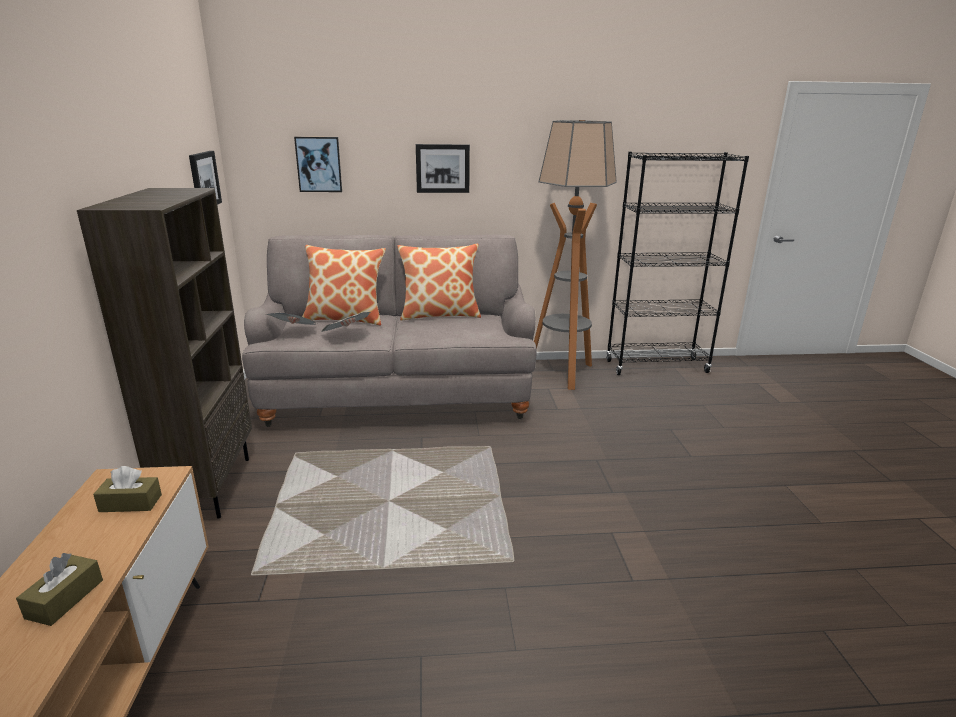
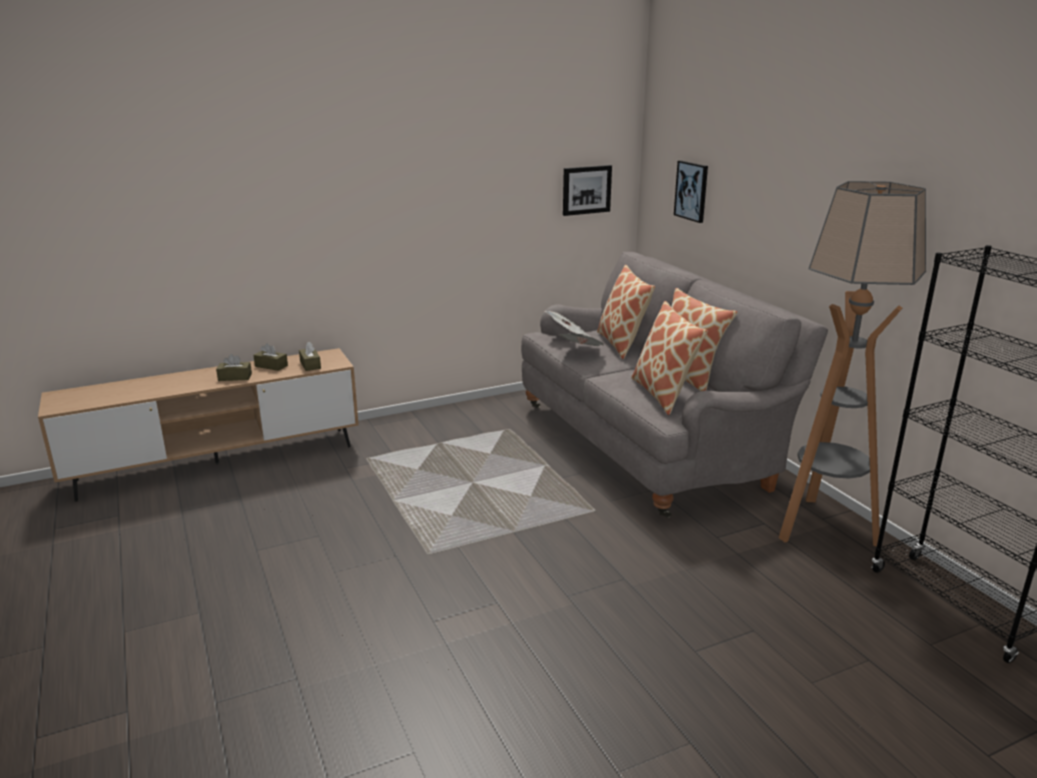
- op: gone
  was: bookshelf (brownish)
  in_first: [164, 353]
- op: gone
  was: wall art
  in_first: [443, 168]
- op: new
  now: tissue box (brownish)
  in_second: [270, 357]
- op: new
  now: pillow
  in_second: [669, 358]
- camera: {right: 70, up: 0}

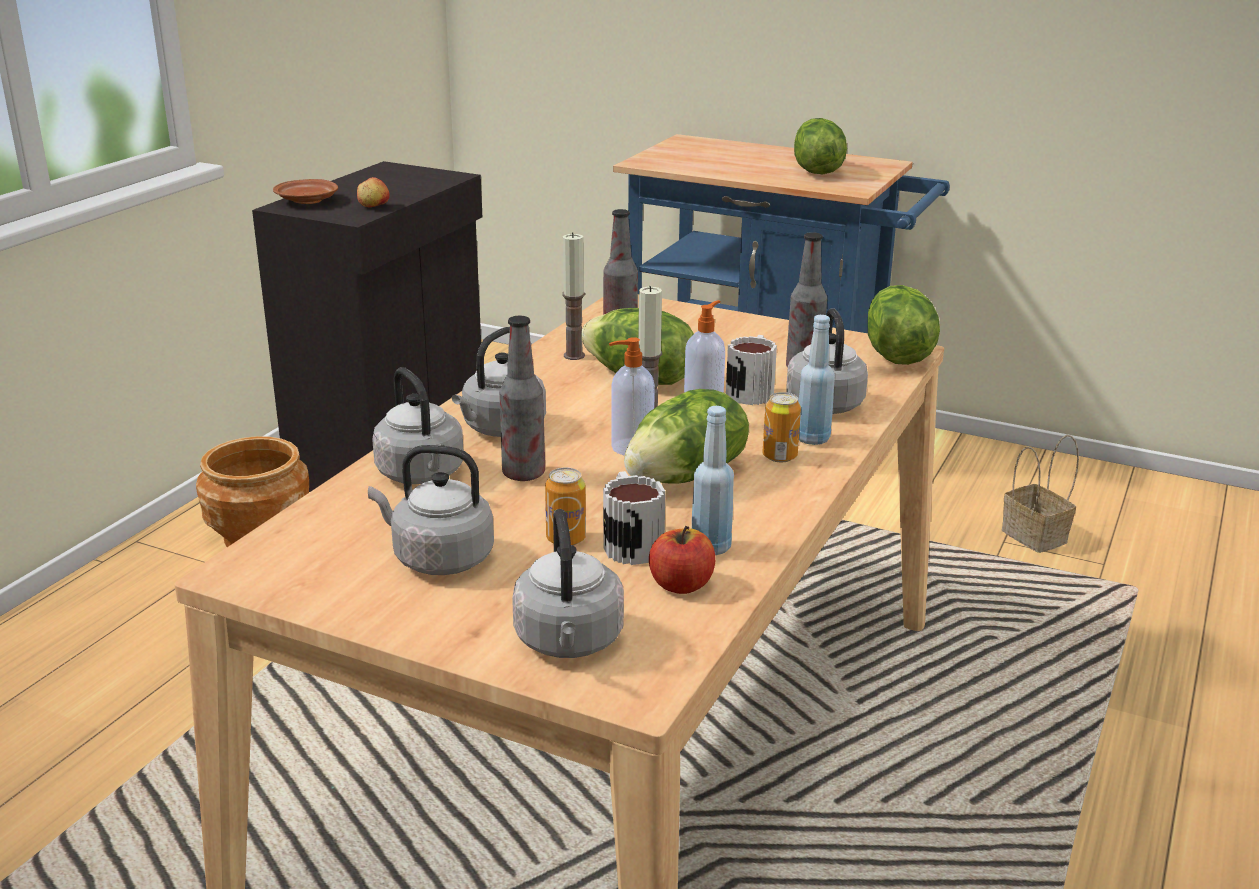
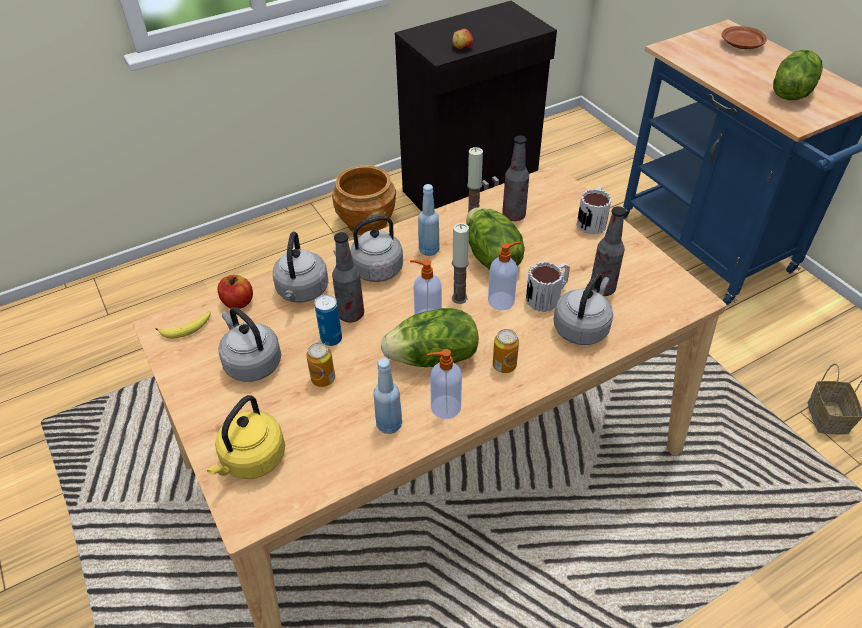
- op: gone
  was: lettuce head
  in_first: [904, 325]
- op: new
  now: whole banana
  in_second: [183, 325]
- op: new
  now: sealed can
  in_second: [328, 320]
- op: new
  now: soap dispenser
  in_second: [444, 384]
- op: shifted
  was: dinner plate (brownish)
  in_first: [305, 191]
  in_second: [744, 37]
- op: shifted
  was: mug
  in_first: [634, 518]
  in_second: [594, 210]
- op: shifted
  was: apple
  in_first: [682, 560]
  in_second: [235, 292]
- op: shifted
  was: beverage bottle (blue-coloured)
  in_first: [816, 380]
  in_second: [428, 220]
- op: repainted
  was: tea kettle (gray)
  now: tea kettle (yellow)
  in_first: [568, 583]
  in_second: [246, 437]
- camera: {right: 35, up: 20}

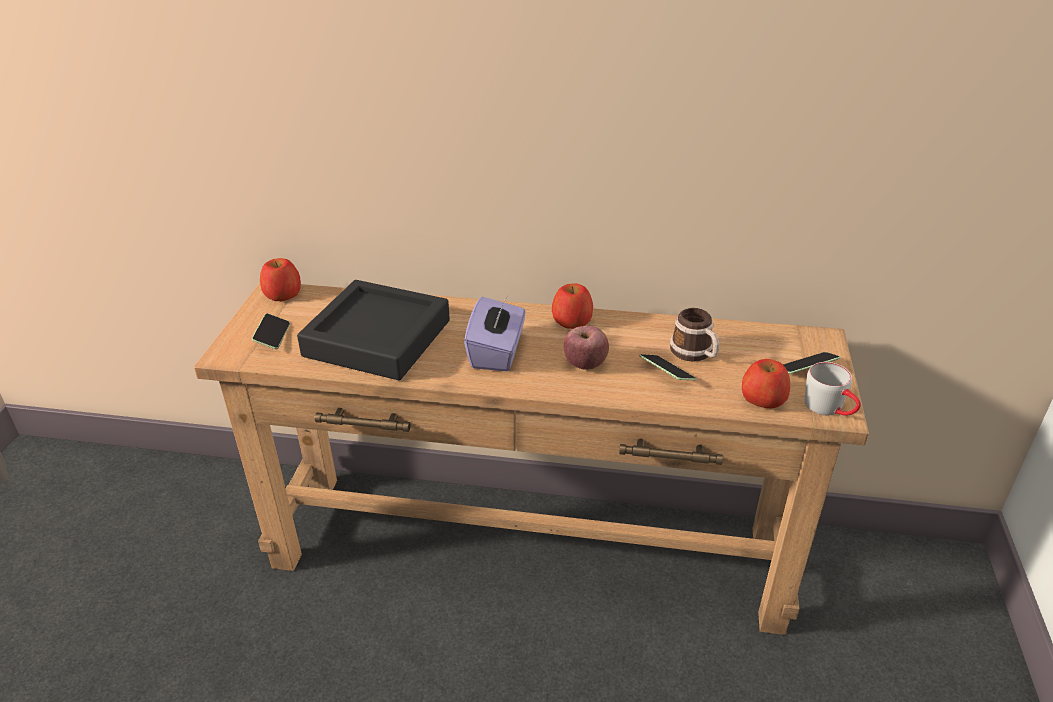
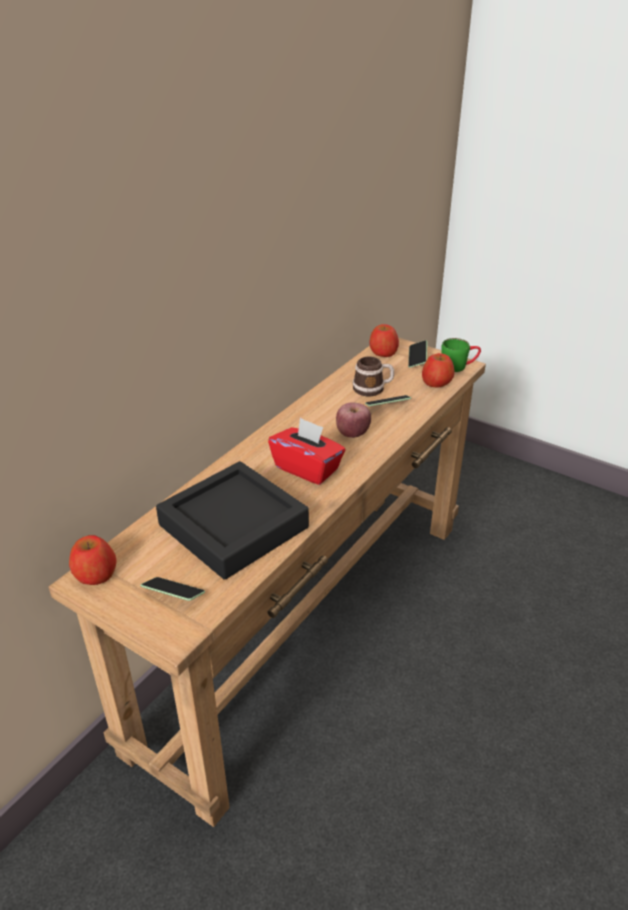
- op: shifted
  was: apple
  in_first: [572, 306]
  in_second: [384, 340]
- op: repainted
  was: tissue box (purplish)
  now: tissue box (red)
  in_first: [494, 334]
  in_second: [306, 451]
- op: repainted
  was: mug (gray)
  now: mug (green)
  in_first: [833, 389]
  in_second: [461, 355]
- camera: {right: -65, up: 0}

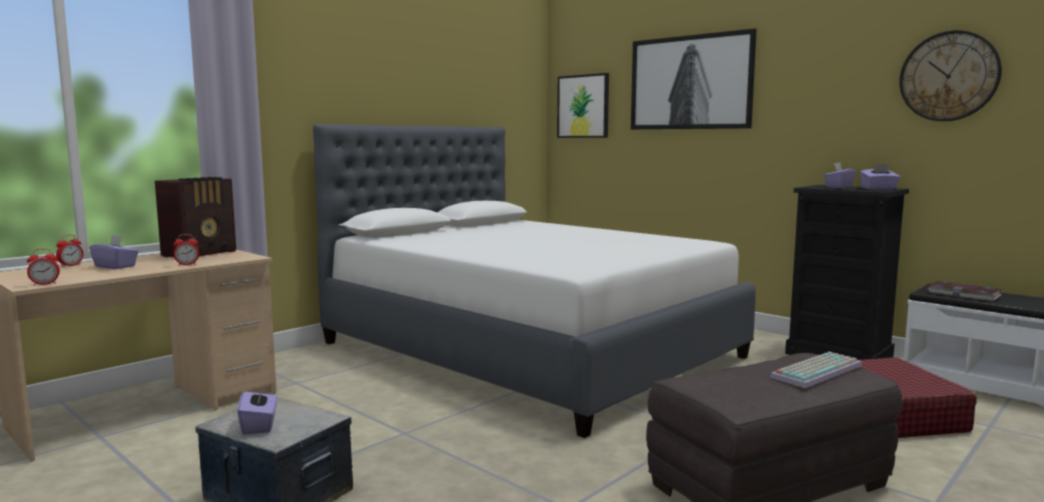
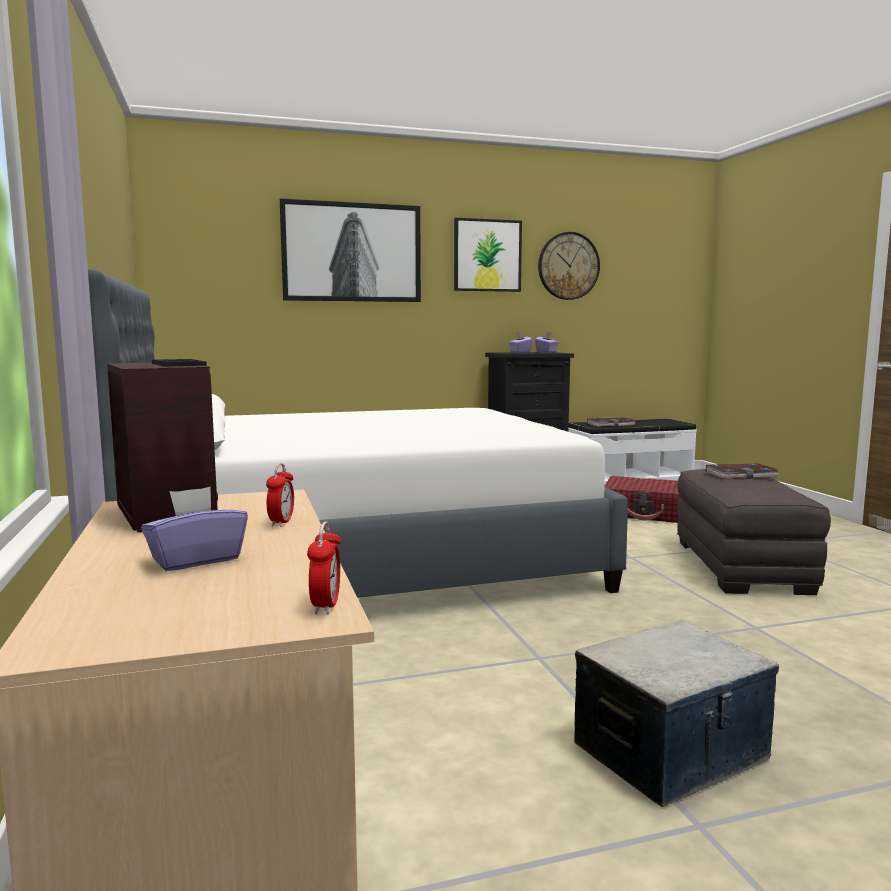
- op: gone
  was: table clock
  in_first: [69, 251]
- op: gone
  was: tissue box (purplish)
  in_first: [257, 409]
- op: shifted
  was: wall art
  in_first: [583, 105]
  in_second: [488, 255]
- op: swapped
  was: computer keyboard
  now: book
  in_first: [816, 370]
  in_second: [741, 471]
- camera: {right: -60, up: 0}

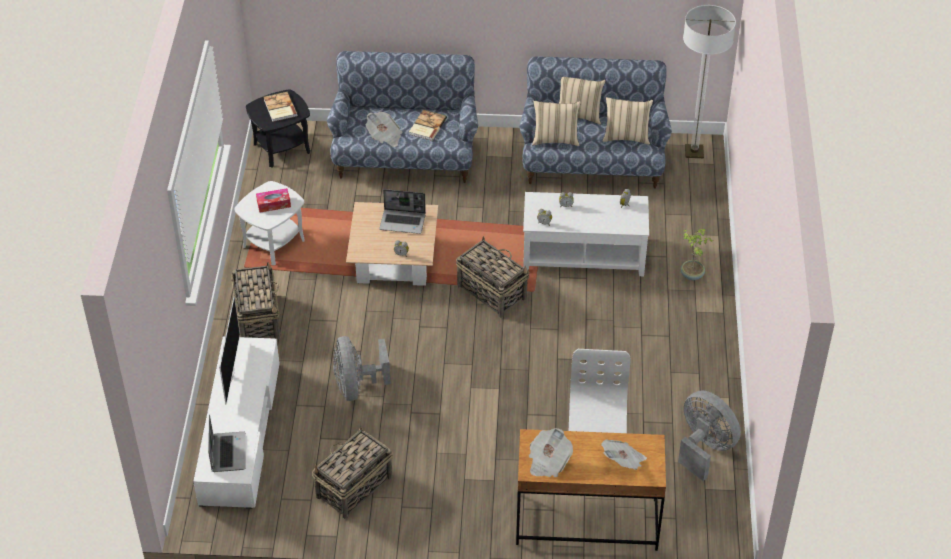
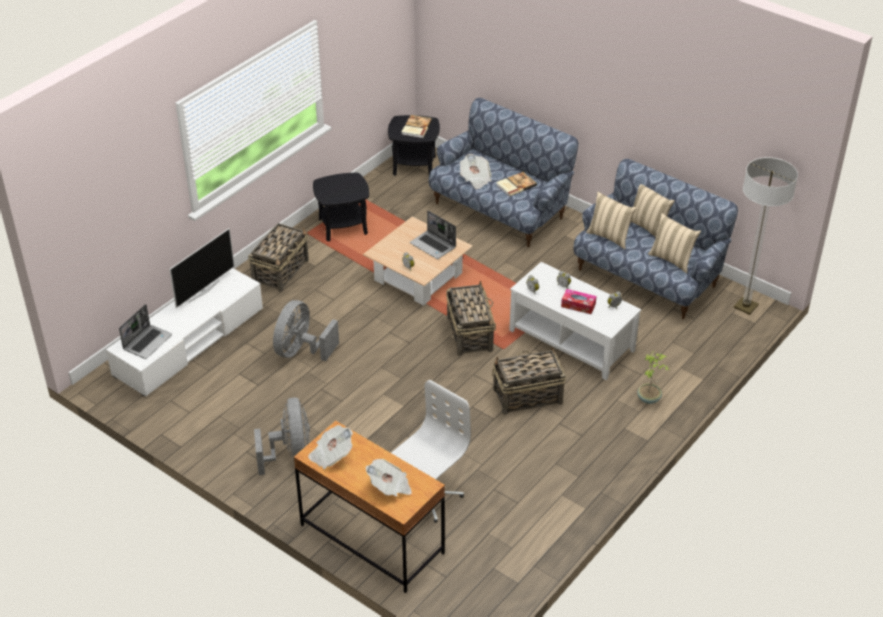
- op: shifted
  was: tissue box
  in_first: [273, 200]
  in_second: [579, 301]
- op: shifted
  was: basket
  in_first: [352, 473]
  in_second: [529, 381]
- op: shifted
  was: cooling fan (gray)
  in_first: [709, 435]
  in_second: [282, 436]
- op: repainted
  was: end table (white)
  now: end table (blackish)
  in_first: [269, 223]
  in_second: [341, 207]
- camera: {right: 35, up: -5}

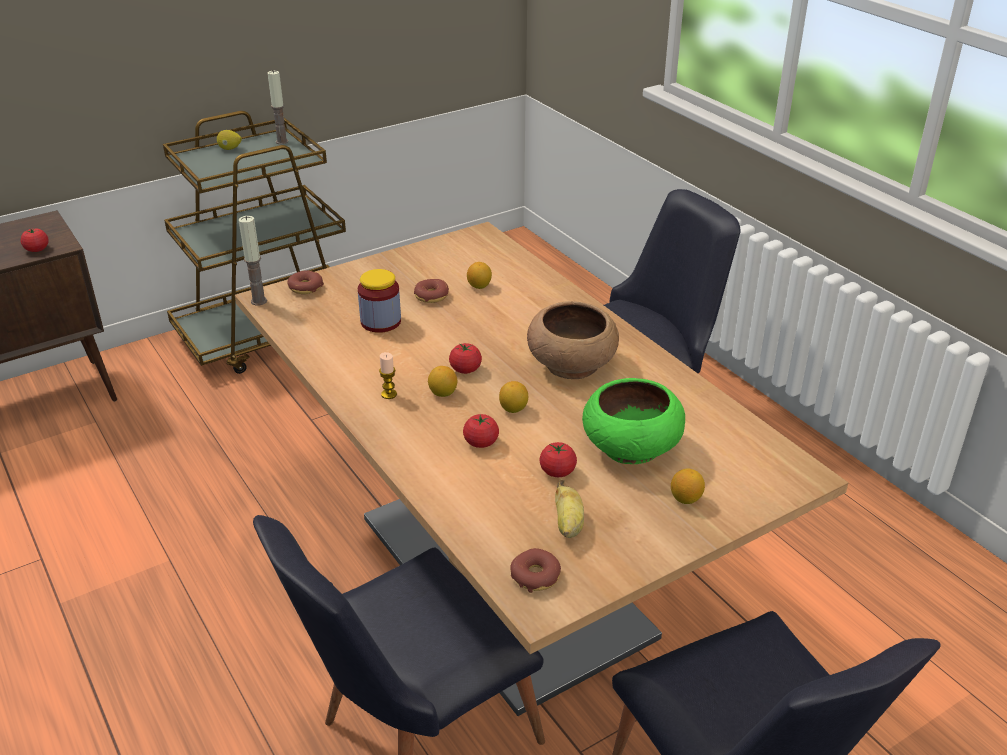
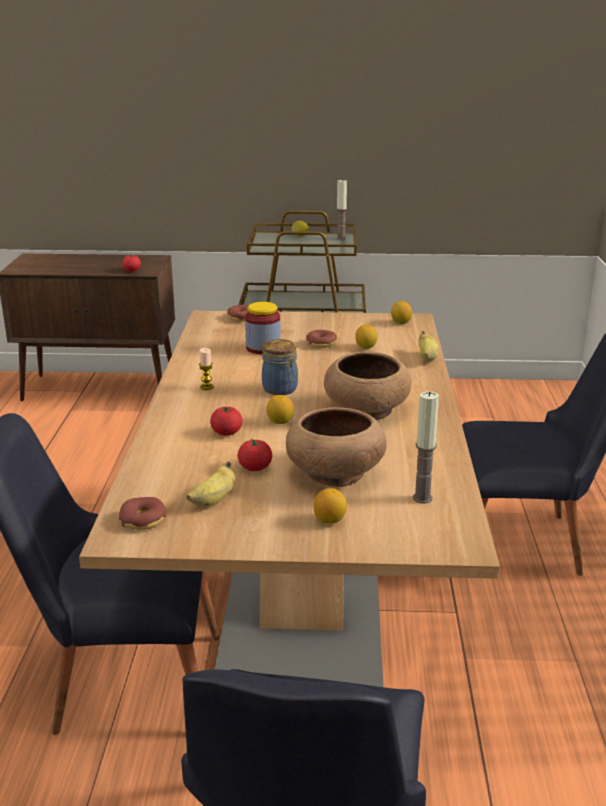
- op: new
  now: whole banana
  in_second: [428, 346]
- op: shifted
  was: wax candle
  in_first: [253, 260]
  in_second: [426, 447]
- op: shifted
  was: citrus fruit
  in_first: [442, 381]
  in_second: [401, 312]
- op: swapped
  was: tomato
  now: storage jar
  in_first: [465, 358]
  in_second: [280, 367]
- op: repainted
  was: bowl (green)
  now: bowl (brownish)
  in_first: [633, 421]
  in_second: [336, 447]
- camera: {right: 35, up: -10}

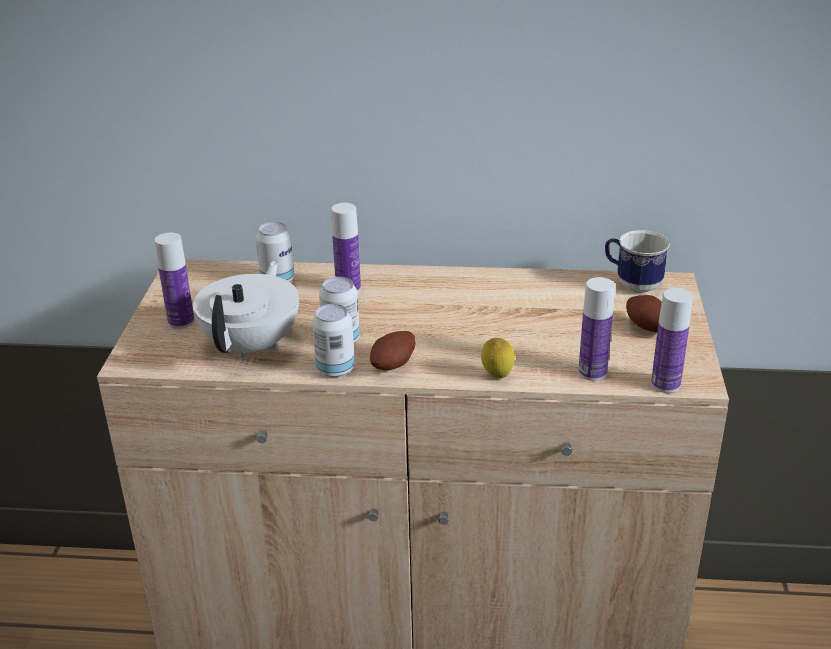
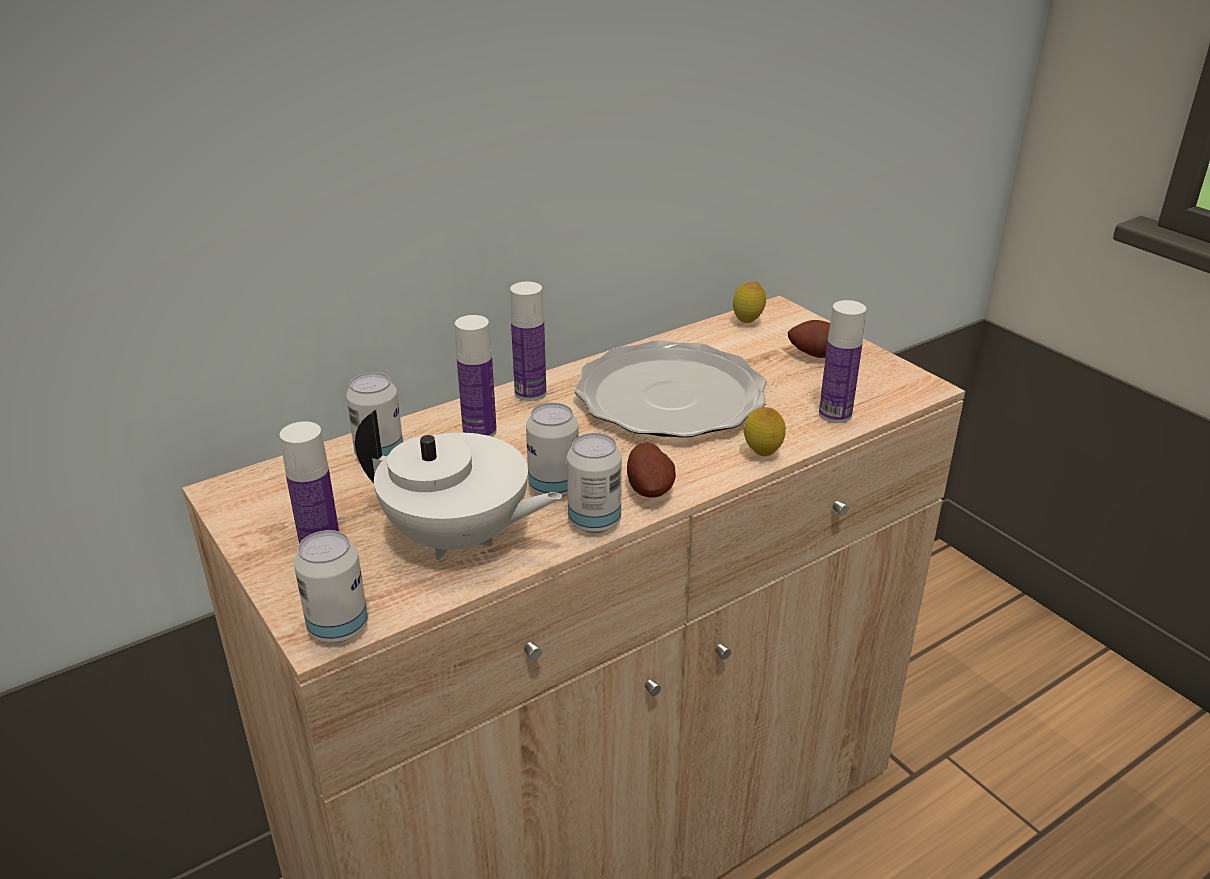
- op: new
  now: sealed can
  in_second: [331, 586]
- op: new
  now: dinner plate
  in_second: [670, 389]
- op: shifted
  was: beverage bottle
  in_first: [672, 340]
  in_second: [528, 341]
- op: swapped
  was: mug
  now: citrus fruit
  in_first: [637, 261]
  in_second: [749, 302]
- op: rotated
  was: tea pot (white)
  in_first: [246, 310]
  in_second: [459, 485]
  clockwise: 135
- camera: {right: -40, up: 0}

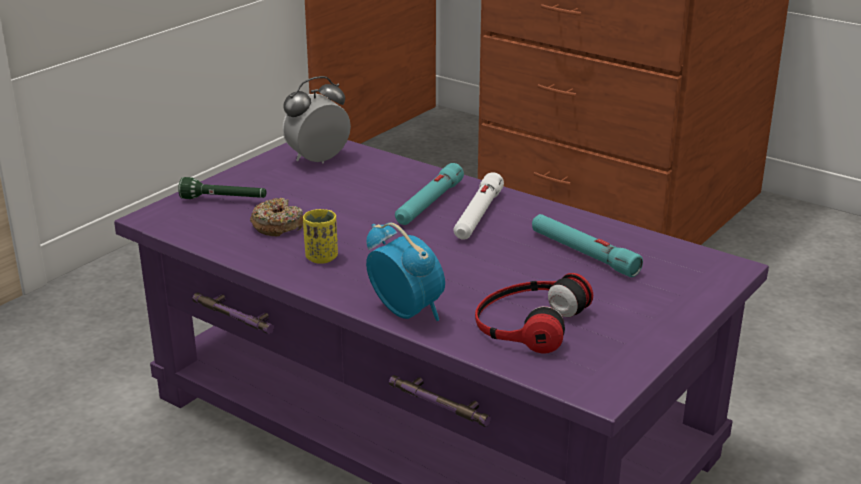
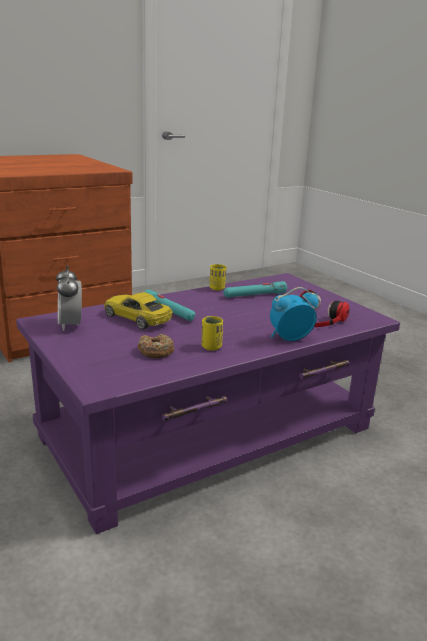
- op: gone
  was: hand torch (green)
  in_first: [222, 188]
- op: gone
  was: hand torch (white)
  in_first: [478, 206]
- op: new
  now: toy car (yellow)
  in_second: [138, 311]
- op: new
  now: cup (yellow)
  in_second: [217, 277]
- camera: {right: -70, up: -5}

